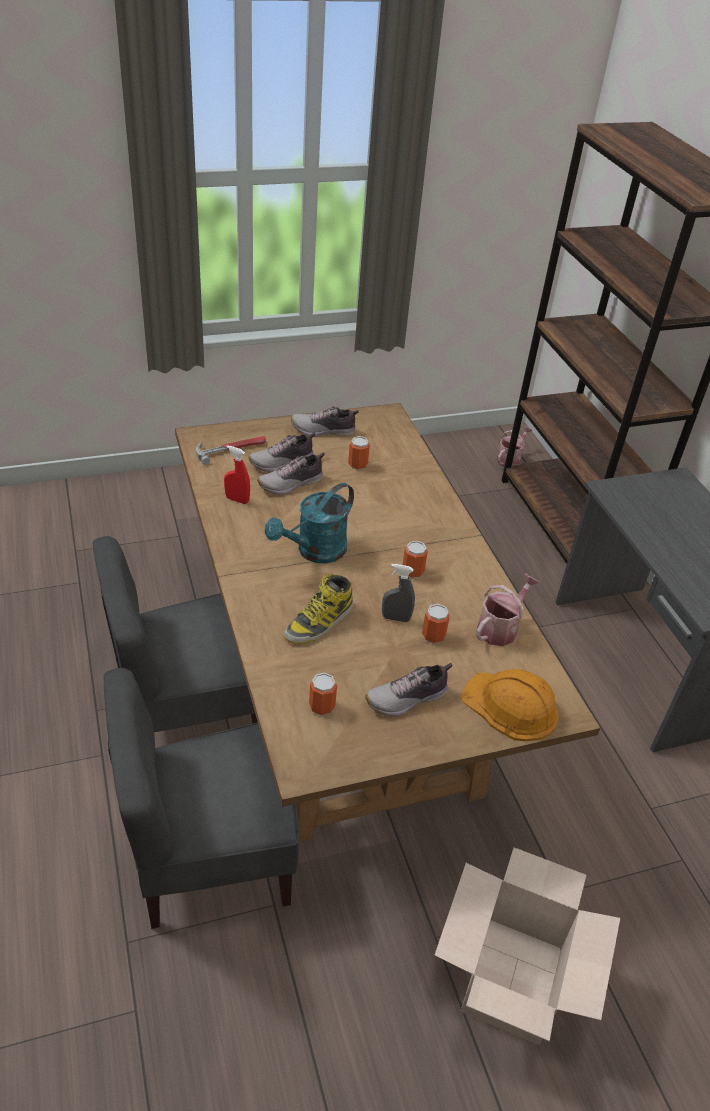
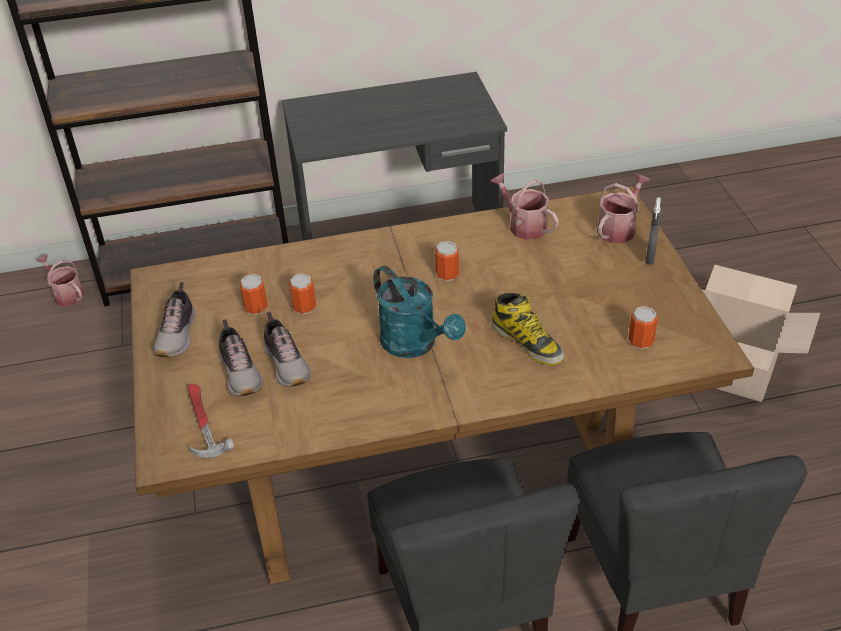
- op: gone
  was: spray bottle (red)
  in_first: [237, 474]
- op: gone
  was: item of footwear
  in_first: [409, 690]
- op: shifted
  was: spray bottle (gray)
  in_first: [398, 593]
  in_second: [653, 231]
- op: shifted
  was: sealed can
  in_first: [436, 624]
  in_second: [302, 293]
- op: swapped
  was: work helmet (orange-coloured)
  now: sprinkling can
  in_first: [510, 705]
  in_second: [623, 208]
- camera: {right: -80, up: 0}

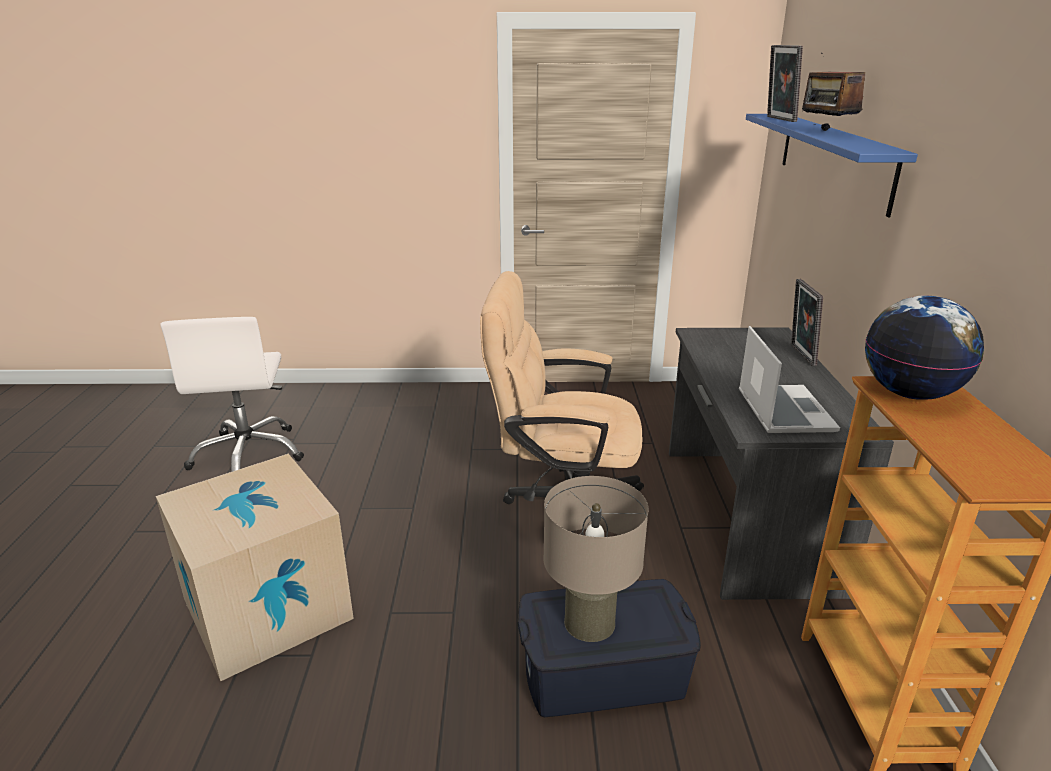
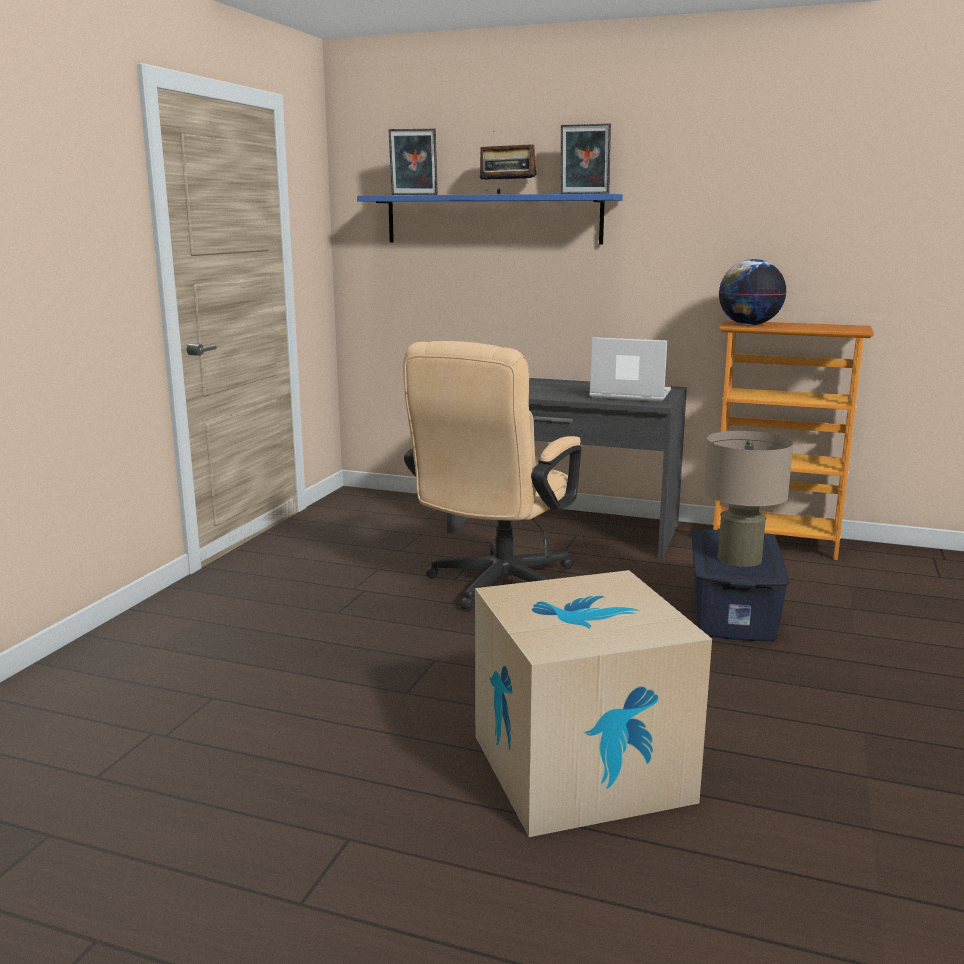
- op: gone
  was: computer chair (white)
  in_first: [232, 394]
- op: shifted
  was: photo frame
  in_first: [807, 322]
  in_second: [586, 158]
- camera: {right: -70, up: -10}

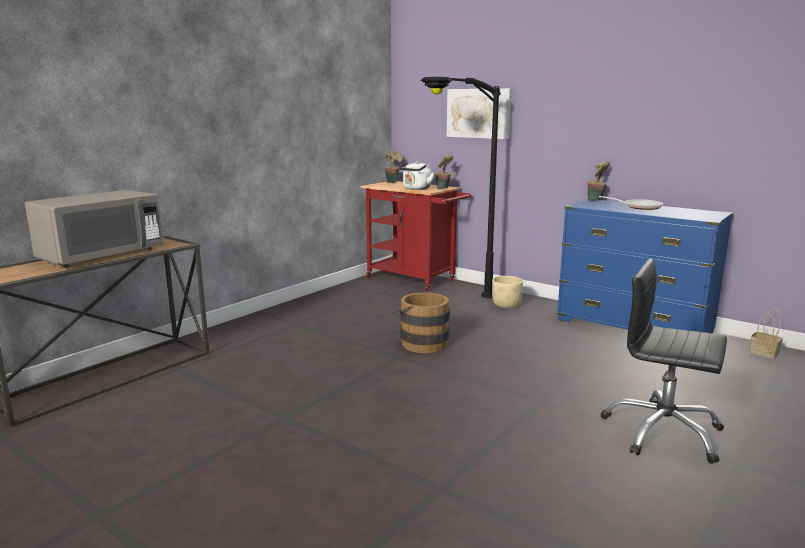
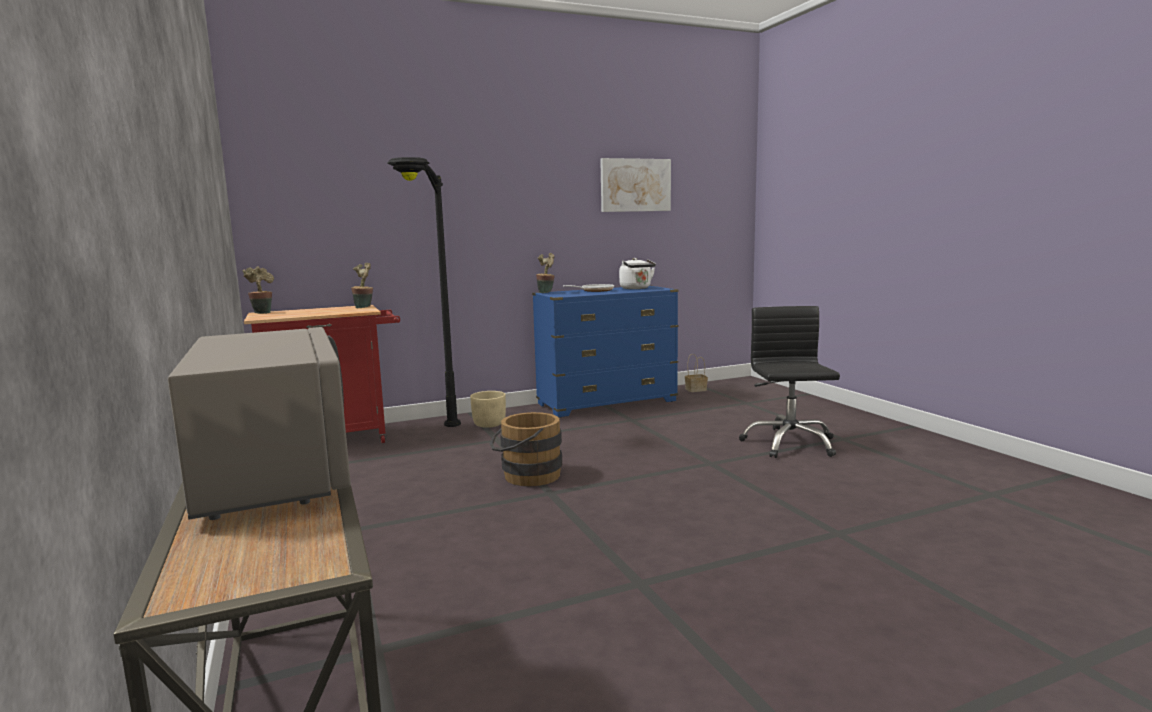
- op: shifted
  was: tea kettle (white)
  in_first: [416, 175]
  in_second: [637, 273]
- op: shifted
  was: wall art
  in_first: [479, 113]
  in_second: [635, 185]
- op: rotated
  was: computer chair (blackish)
  in_first: [664, 361]
  in_second: [789, 382]
  clockwise: 120
- camera: {right: -60, up: -5}

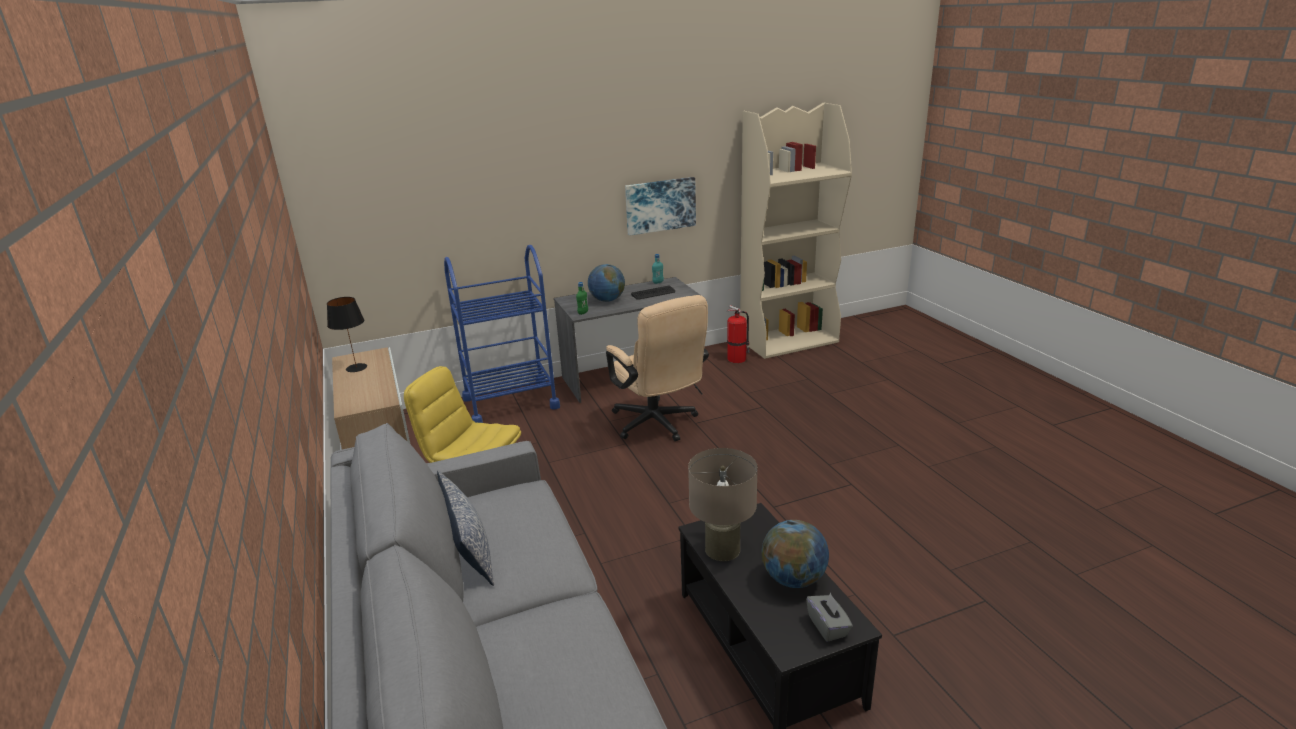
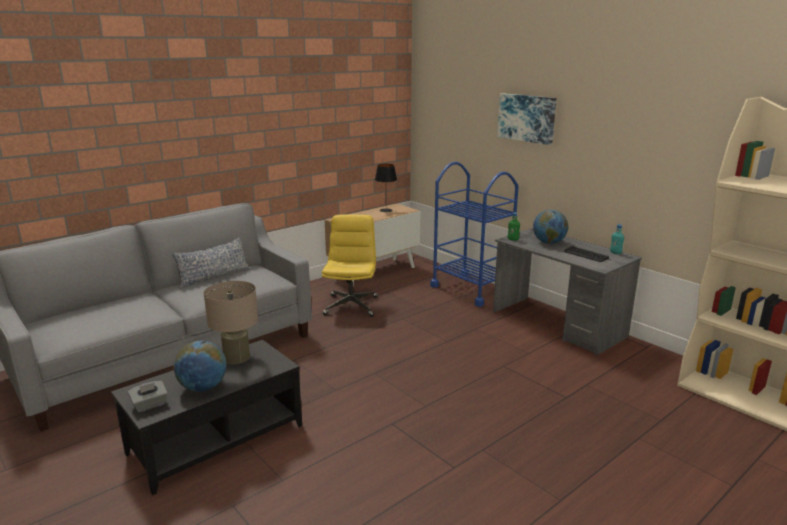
- op: gone
  was: computer chair (beige)
  in_first: [657, 368]
- op: gone
  was: fire extinguisher
  in_first: [738, 334]
- op: shifted
  was: wall art
  in_first: [660, 206]
  in_second: [526, 119]
- camera: {right: 70, up: -5}

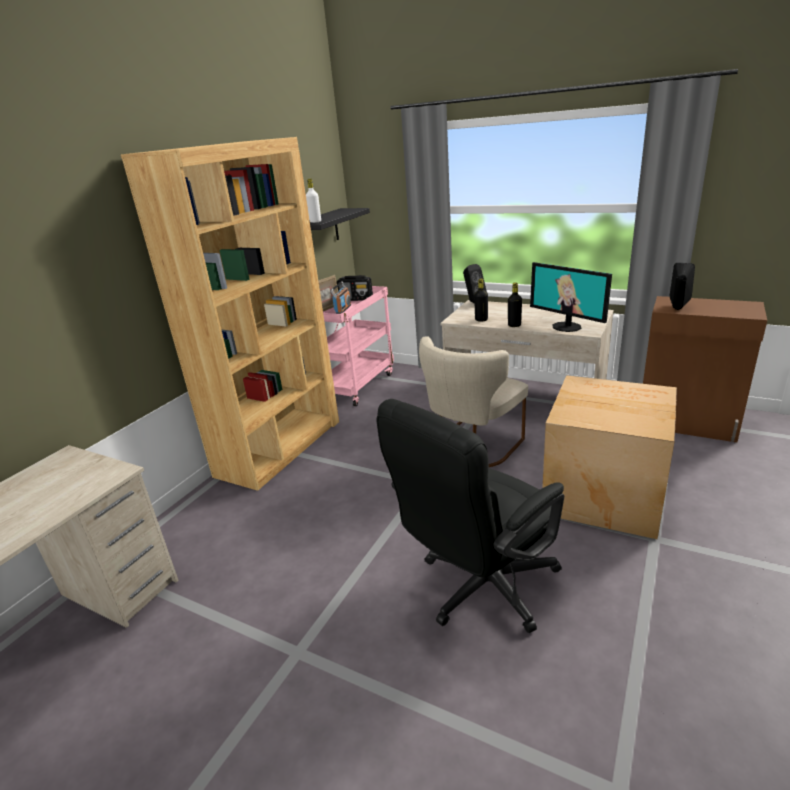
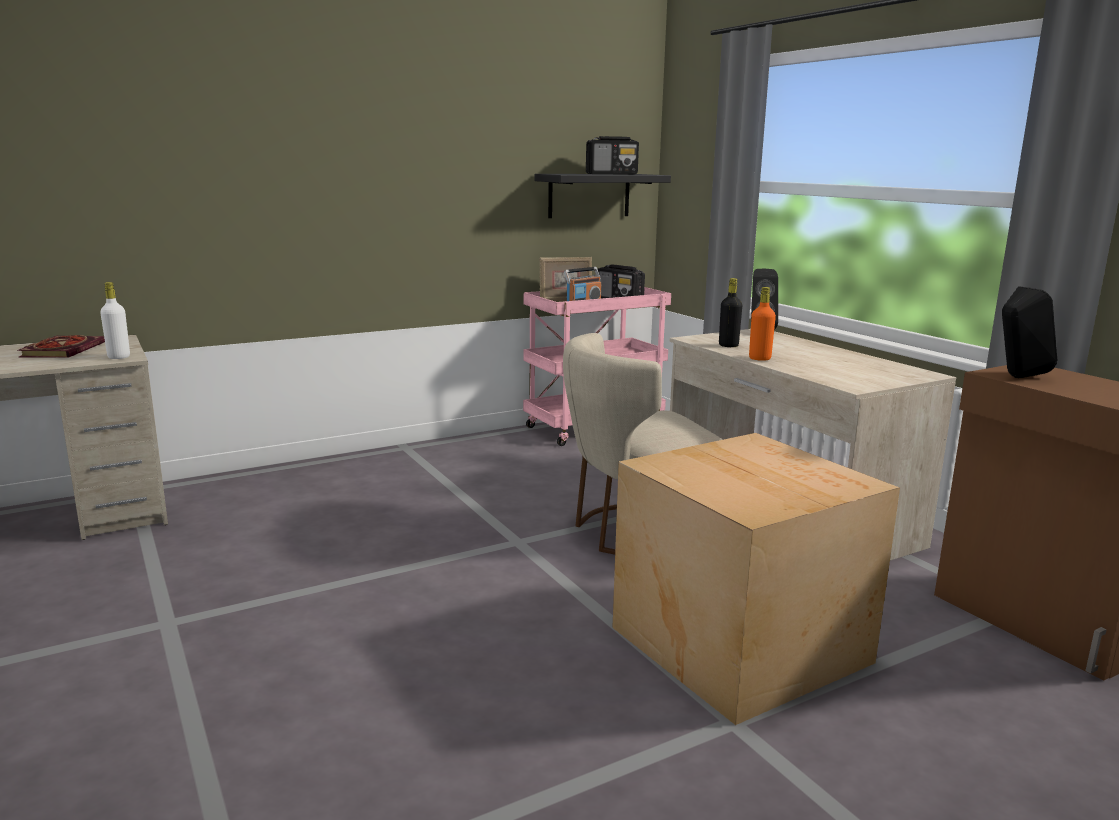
- op: gone
  was: bookshelf (brownish)
  in_first: [230, 314]
- op: gone
  was: computer chair (blackish)
  in_first: [470, 516]
- op: gone
  was: computer screen
  in_first: [571, 297]
- op: new
  now: book
  in_second: [61, 346]
- op: new
  now: radio set
  in_second: [612, 155]
- op: shifted
  was: beverage bottle (white)
  in_first: [313, 201]
  in_second: [115, 320]
- op: repainted
  was: beverage bottle (blackish)
  now: beverage bottle (orange-coloured)
  in_first: [515, 304]
  in_second: [762, 324]
- camera: {right: 30, up: -10}

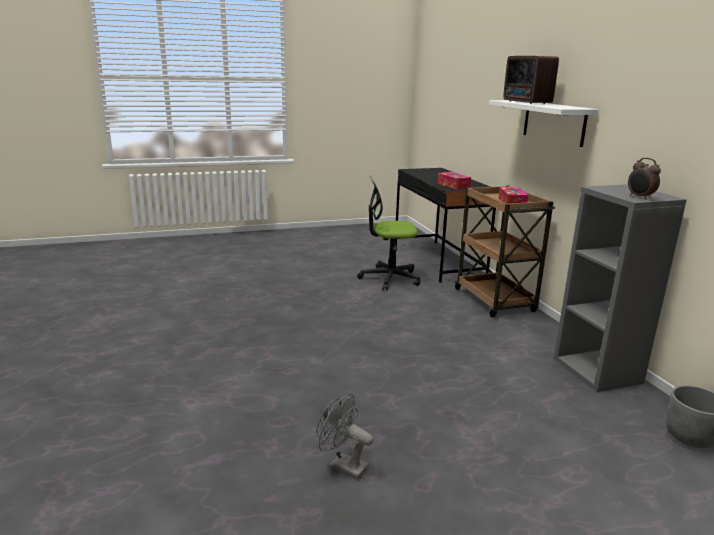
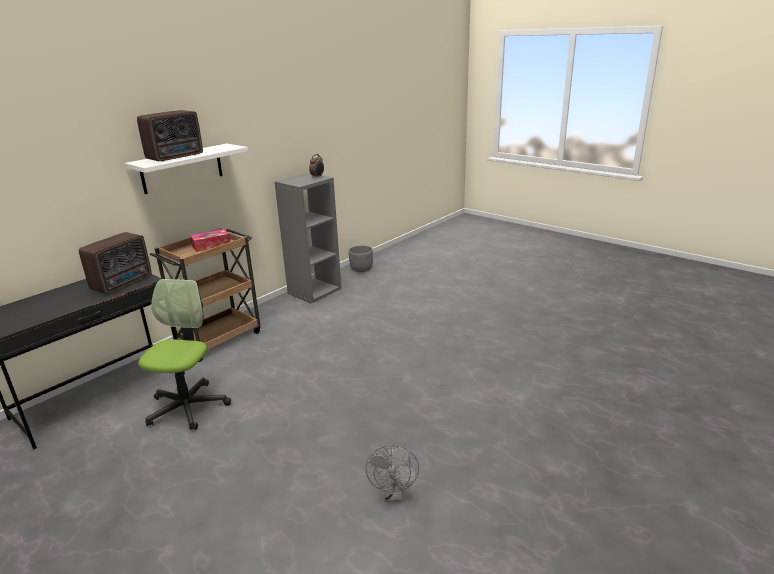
- op: shifted
  was: cooling fan (gray)
  in_first: [345, 436]
  in_second: [392, 473]
- op: swapped
  was: tissue box
  now: radio set
  in_first: [454, 181]
  in_second: [115, 263]
- op: rotated
  was: computer chair
  in_first: [388, 232]
  in_second: [184, 354]
  clockwise: -135
- camera: {right: -120, up: 5}

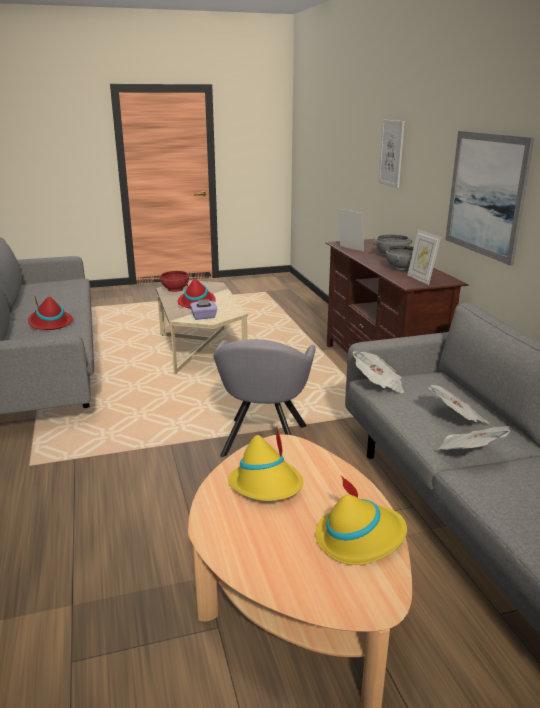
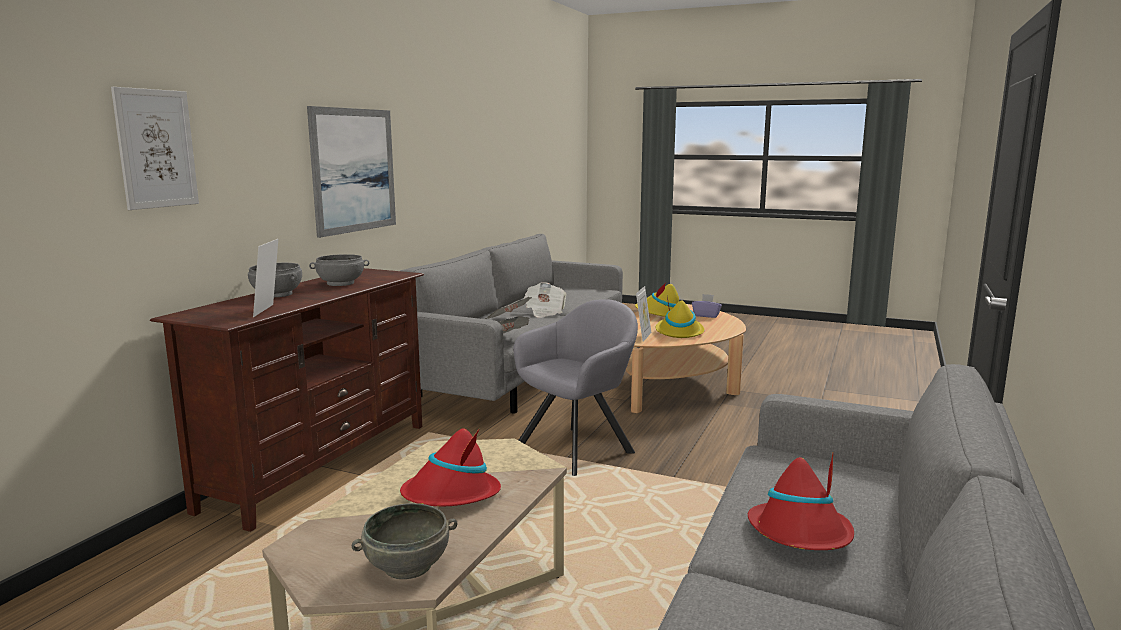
- op: shifted
  was: tissue box (purplish)
  in_first: [203, 309]
  in_second: [707, 306]
- op: shifted
  was: photo frame
  in_first: [424, 257]
  in_second: [643, 314]
- op: repainted
  was: bowl (red)
  now: bowl (gray)
  in_first: [175, 281]
  in_second: [404, 541]
- camera: {right: -140, up: -10}

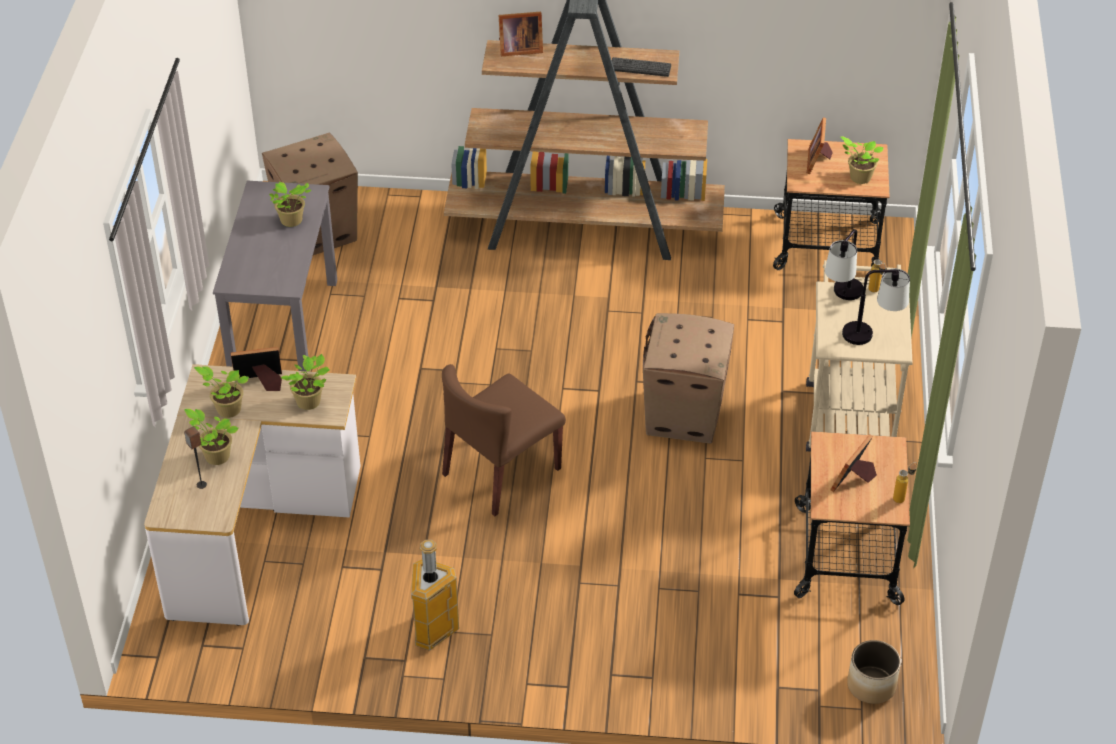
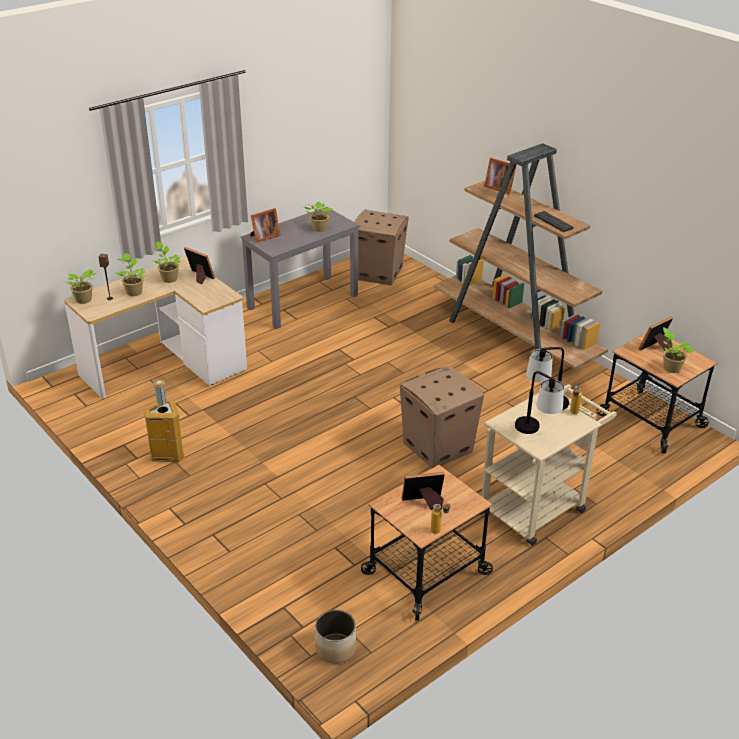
- op: gone
  was: upright chair (brownish)
  in_first: [504, 440]
- op: new
  now: photo frame
  in_second: [265, 225]
- op: shifted
  was: potted plant
  in_first: [305, 382]
  in_second: [81, 286]
- camera: {right: 45, up: -10}

